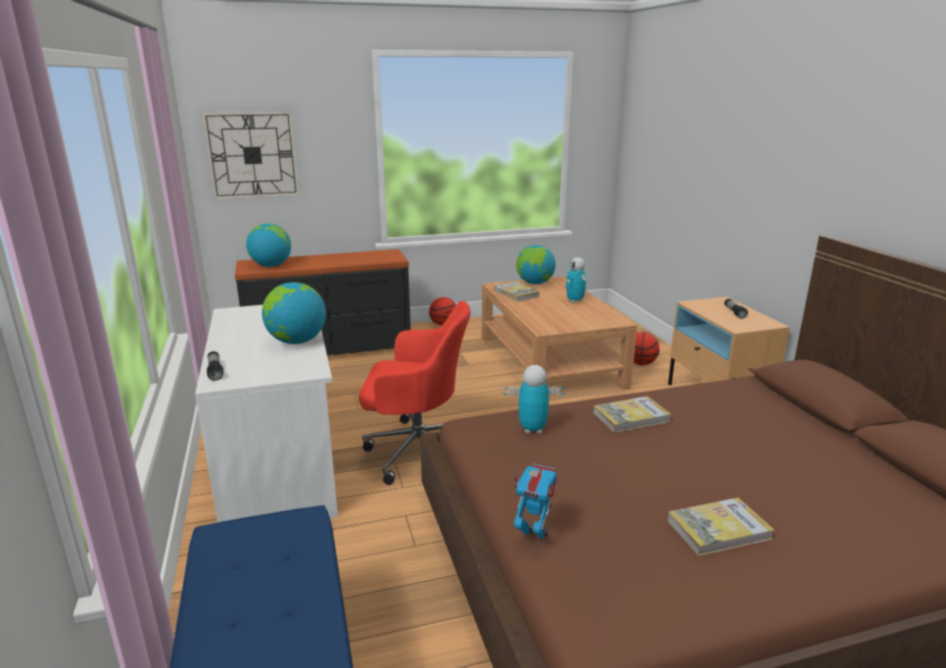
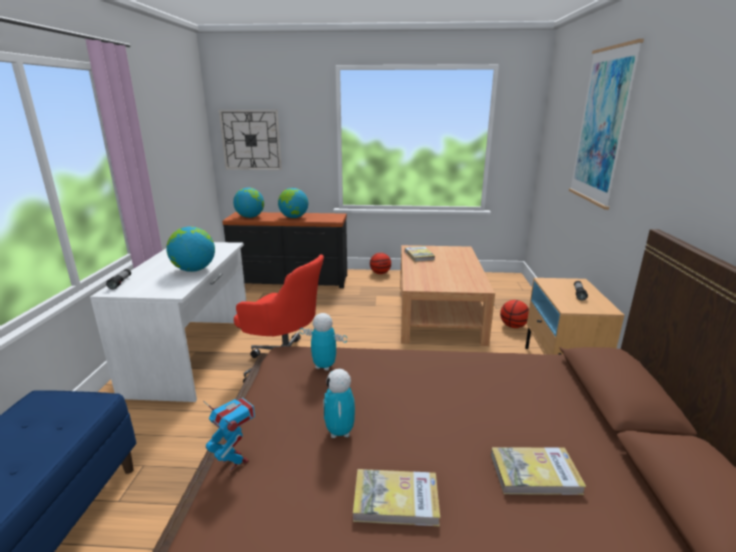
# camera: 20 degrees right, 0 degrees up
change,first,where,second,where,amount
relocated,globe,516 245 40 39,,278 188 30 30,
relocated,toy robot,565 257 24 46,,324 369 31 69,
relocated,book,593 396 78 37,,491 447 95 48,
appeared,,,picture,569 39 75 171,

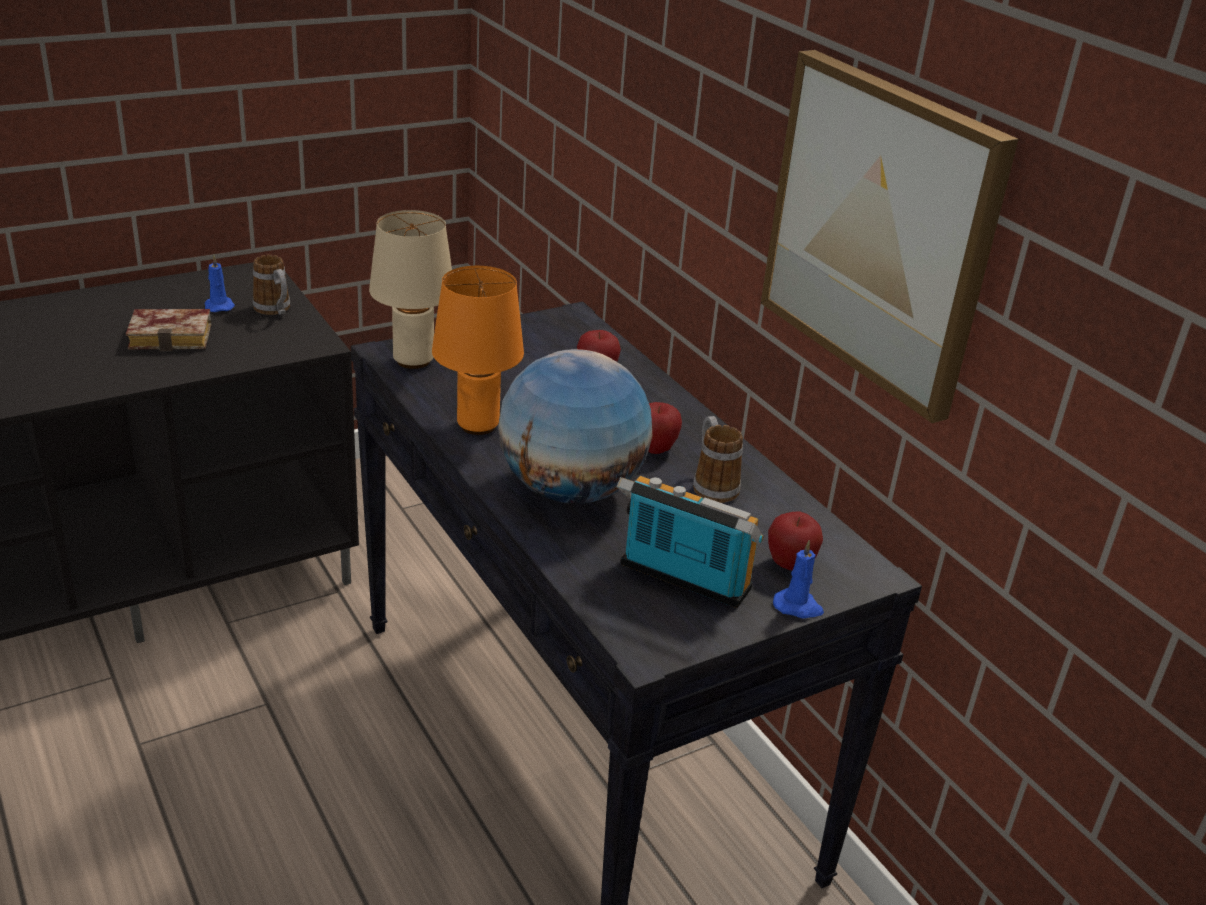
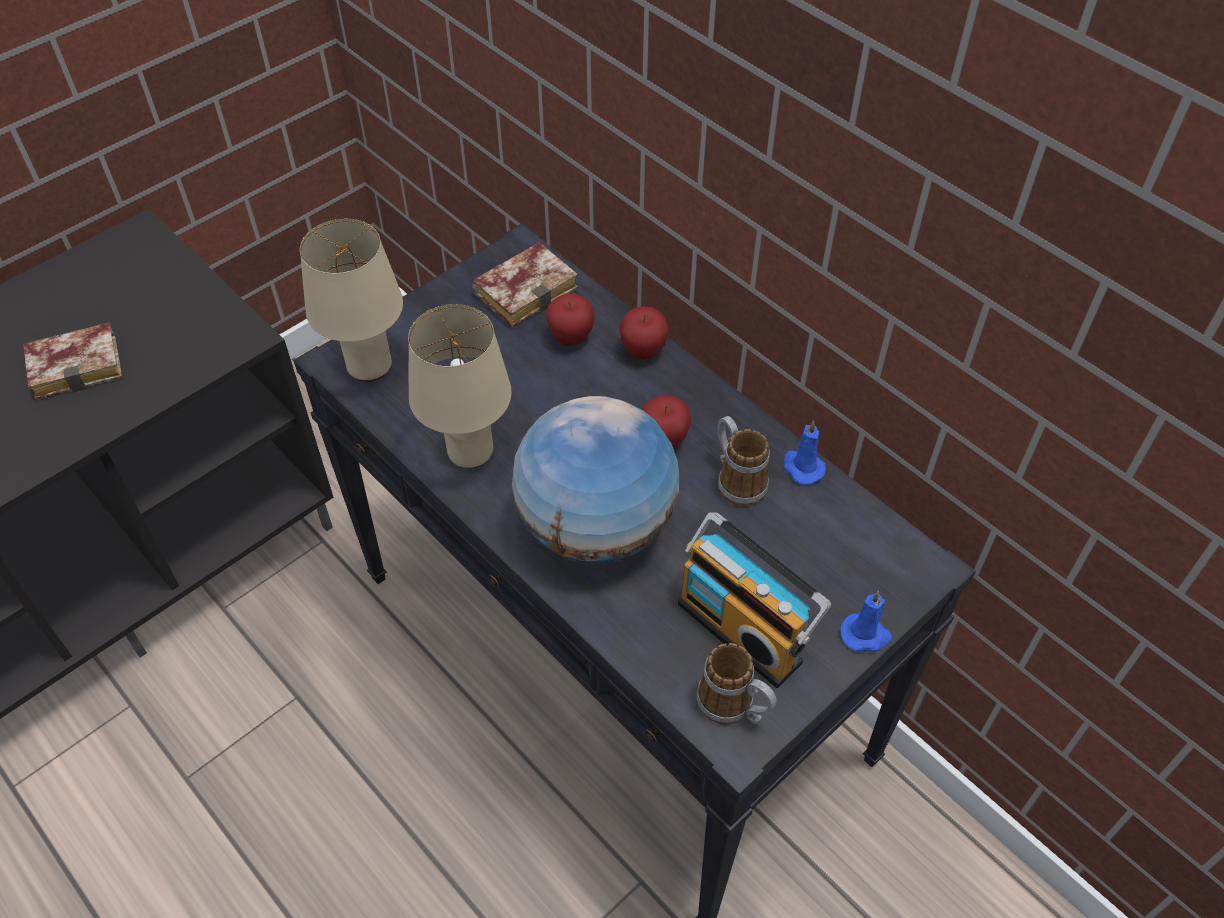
# camera: 10 degrees left, 20 degrees up
change,first,where,second,where,amount
missing,picture,761 50 258 373,,,
relocated,blue candle,205 255 30 57,,783 420 43 65,
relocated,mug,253 255 37 60,,697 643 80 82,
colour,orange table lamp,432 266 92 169,beige table lamp,408 304 103 165,
spun,radio,616 476 147 132,,677 512 154 176,150 degrees counterclockwise
relocated,apple,768 511 55 59,,619 306 50 53,
appeared,,,book,472 242 106 86,

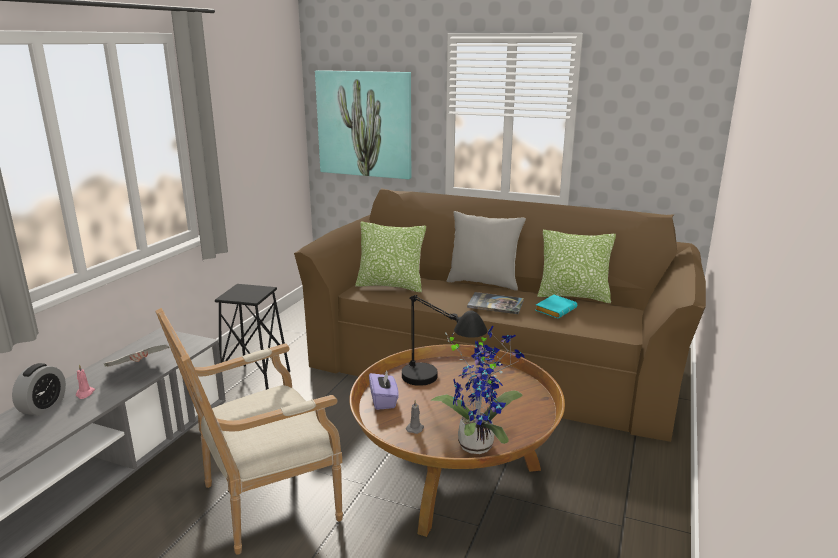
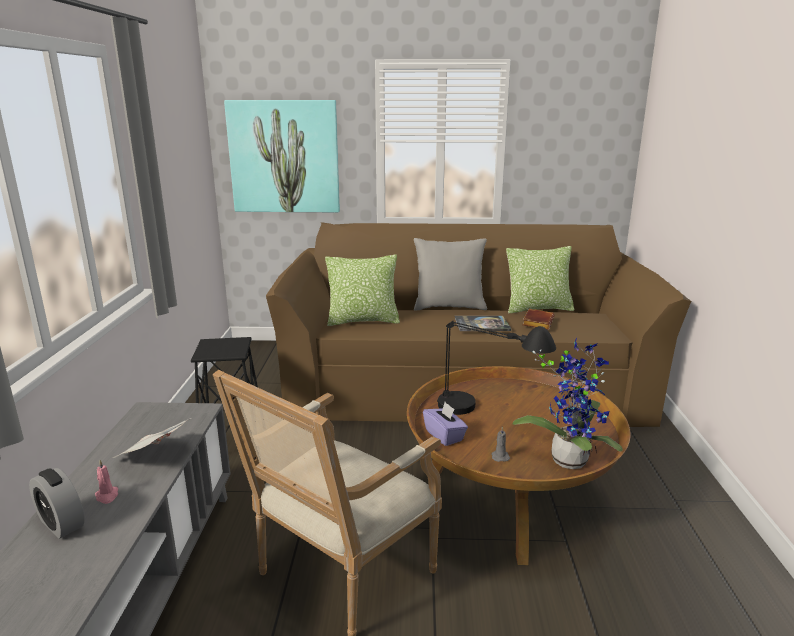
# camera: 20 degrees left, 0 degrees up
change,first,where,second,where,amount
colour,turquoise book,535 295 42 23,brown book,522 309 32 21,
spun,alarm clock,12 363 54 53,,29 468 56 71,135 degrees clockwise

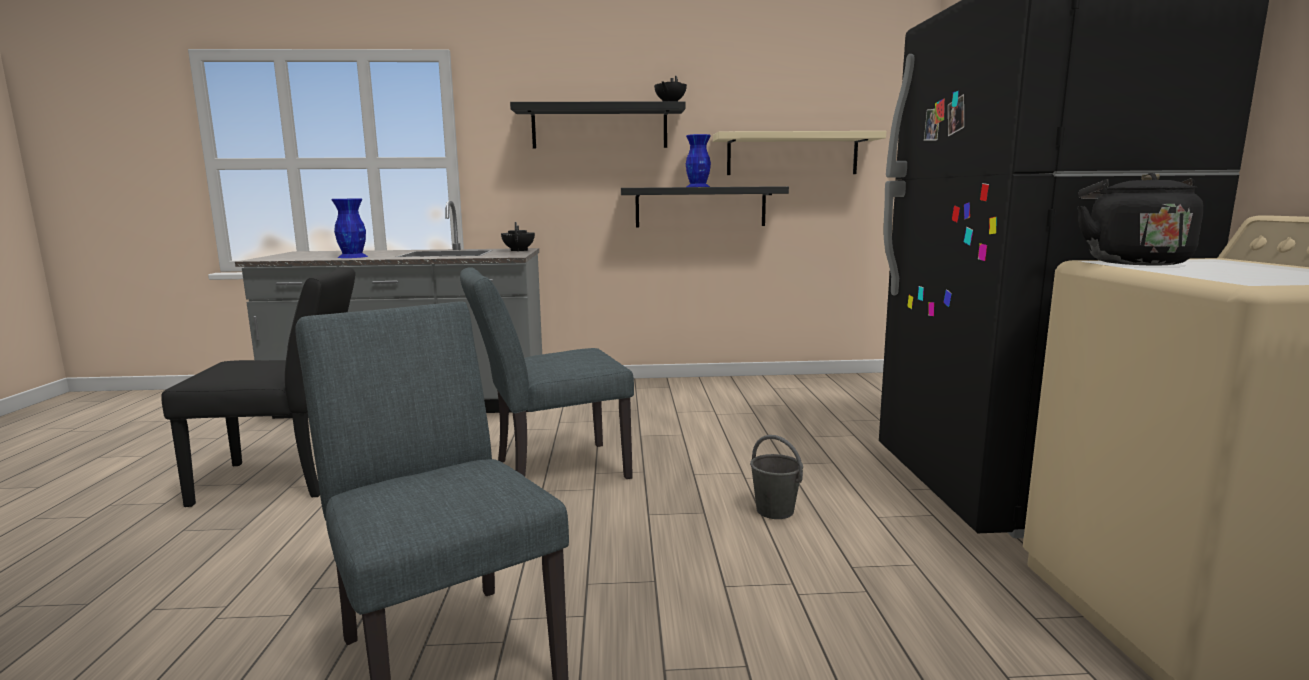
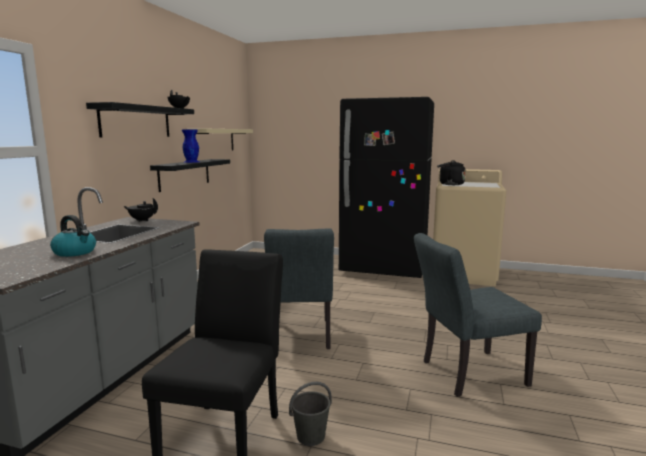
# camera: 70 degrees left, 0 degrees up
change,first,where,second,where,amount
exchanged,blue vase,332 199 36 59,kettle,50 215 46 42,
relocated,grey bucket,750 435 53 84,,289 382 43 64,

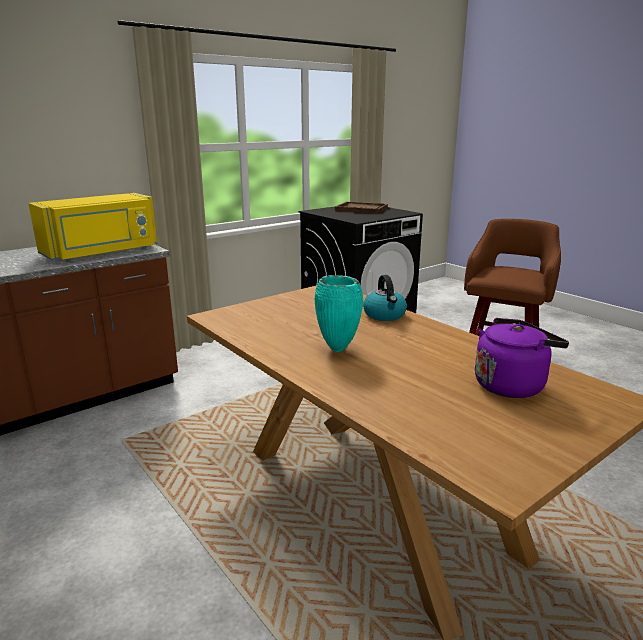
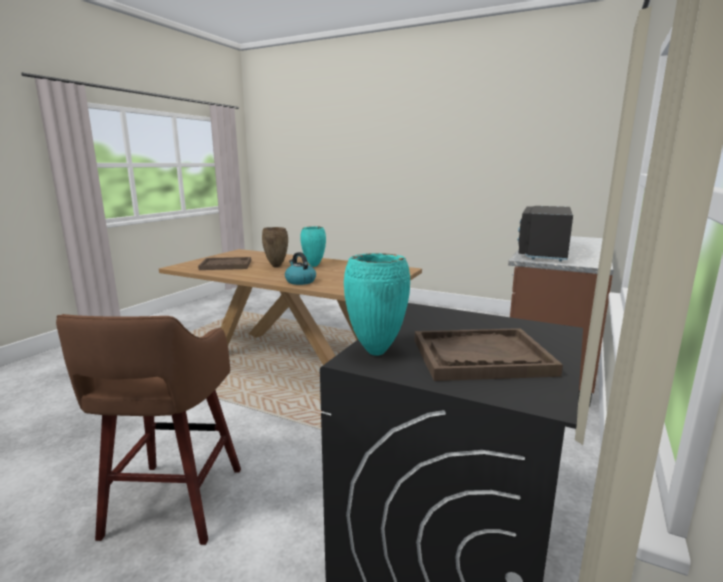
# camera: 155 degrees right, 5 degrees down
change,first,where,second,where,amount
colour,yellow microwave,28 193 129 68,black microwave,518 206 55 55,
exchanged,purple kettle,475 318 94 80,brown tray,198 257 53 13,
appeared,,,brown vase,262 227 26 40,
appeared,,,turquoise vase,344 253 66 103,

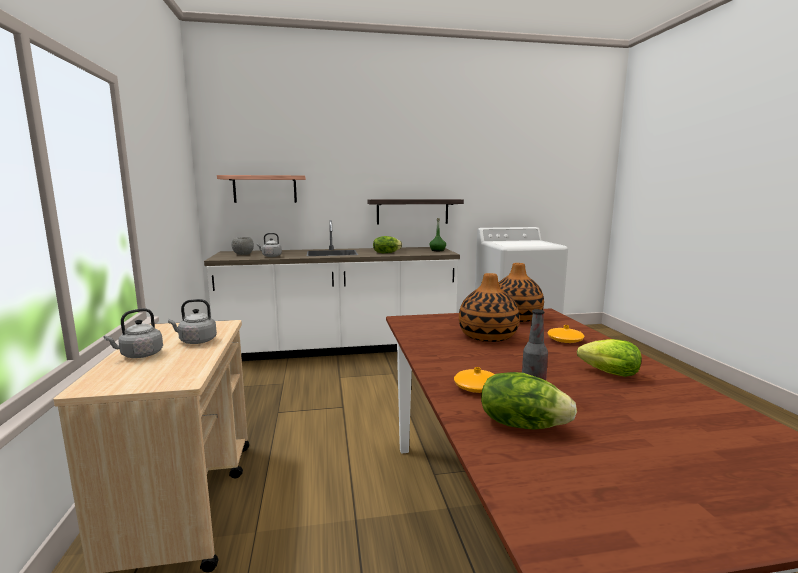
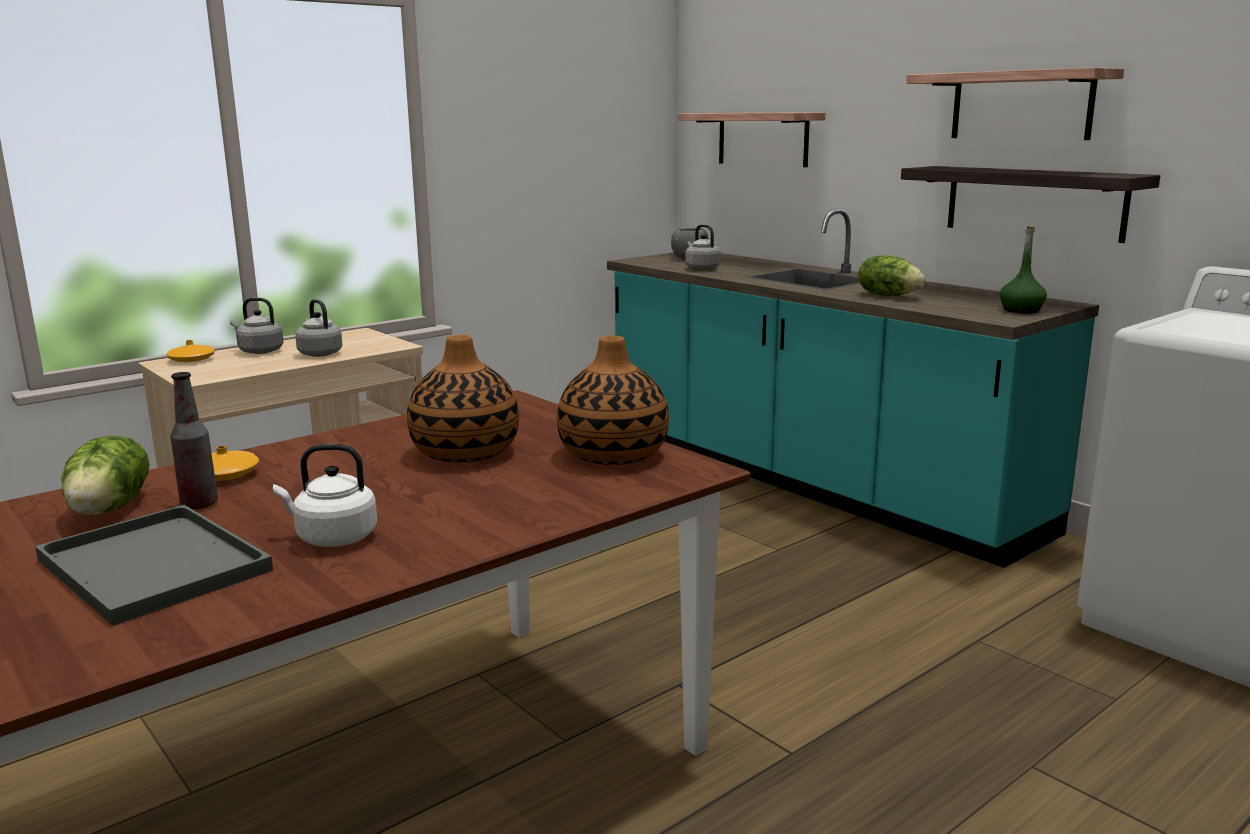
# camera: 60 degrees right, 5 degrees up
change,first,where,second,where,amount
colour,white counter,204 220 256 141,turquoise counter,607 208 492 360,
relocated,orange vase,547 325 37 18,,166 340 49 22,
exchanged,lettuce,577 339 65 38,white kettle,273 444 104 103,
appeared,,,shelf,906 67 218 73,
appeared,,,grey tray,35 505 238 121,

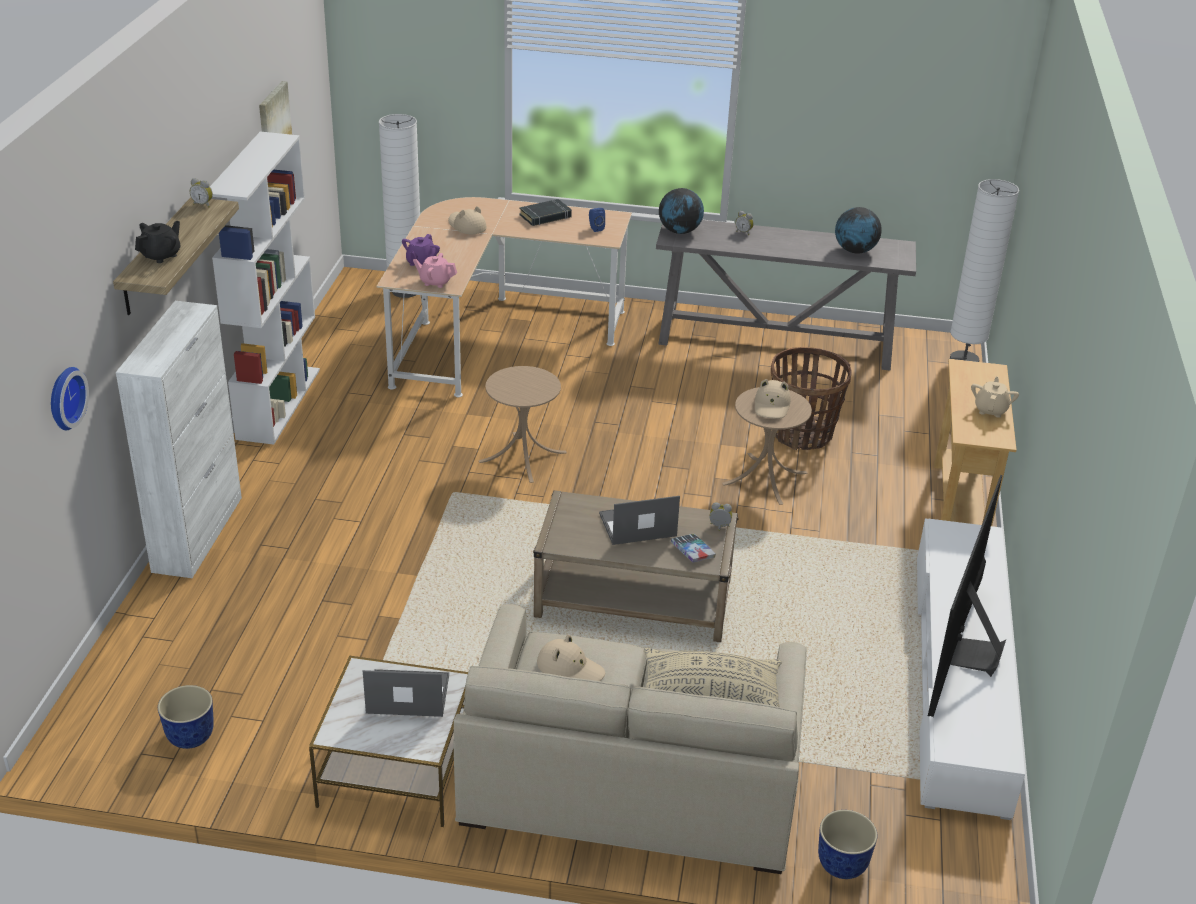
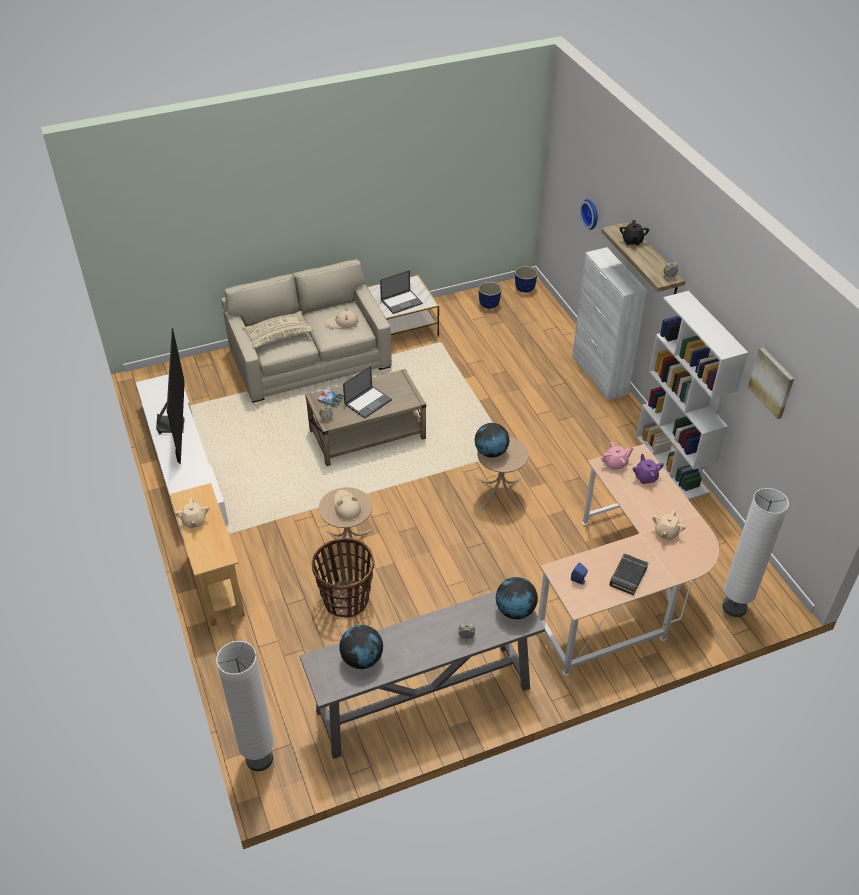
# camera: 150 degrees right, 10 degrees up
change,first,where,second,where,amount
exchanged,beige hat,448 206 39 28,beige teapot,652 510 34 31,
relocated,planter,818 810 59 69,,515 266 23 27,
appeared,,,globe,475 423 34 35,

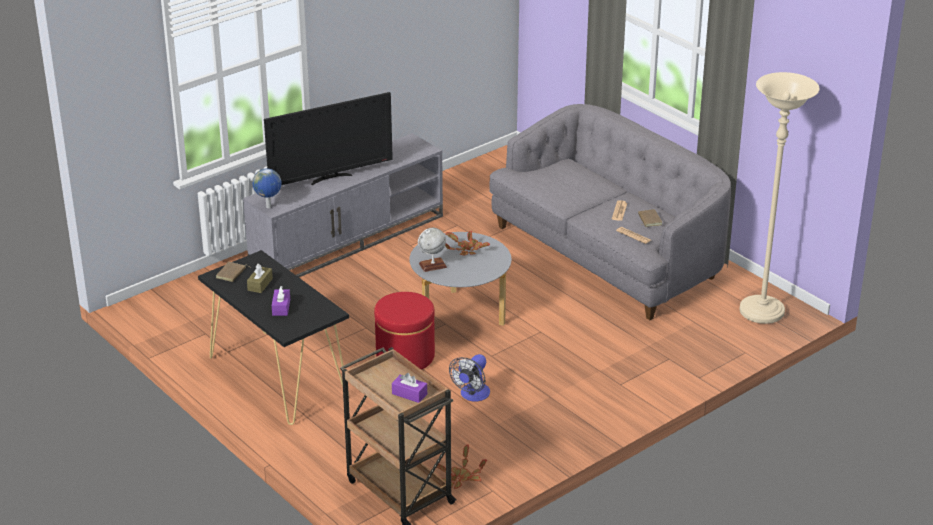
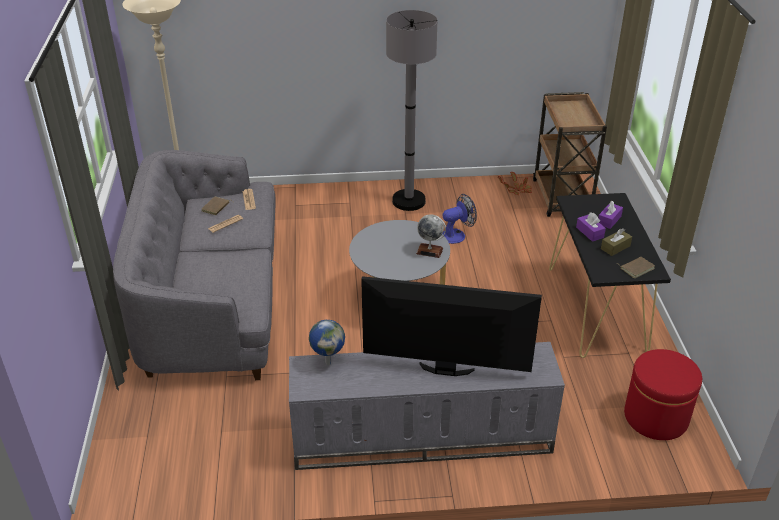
# camera: 145 degrees left, 5 degrees up
change,first,where,second,where,amount
relocated,globe,252 168 30 40,,309 320 36 45,
missing,potted plant,445 231 45 24,,,
relocated,red ottoman,374 292 61 78,,624 349 78 91,
relocated,purple tissue box,392 373 35 30,,576 212 30 30,
appeared,,,grey floor lamp,386 10 52 201,

